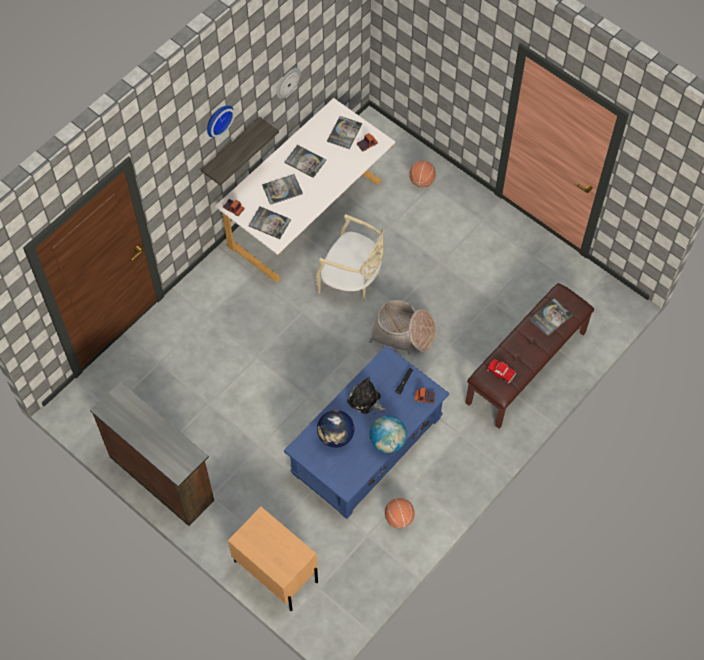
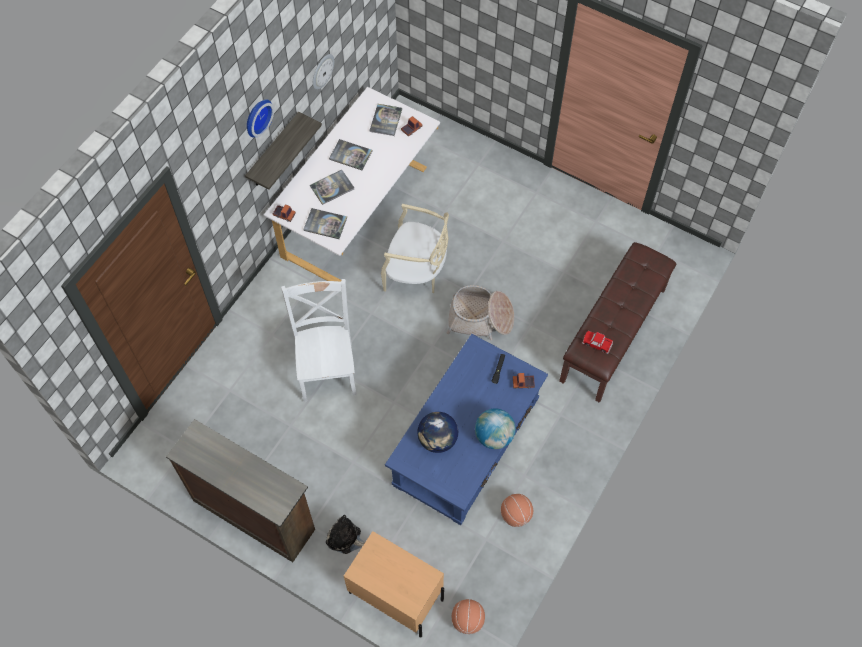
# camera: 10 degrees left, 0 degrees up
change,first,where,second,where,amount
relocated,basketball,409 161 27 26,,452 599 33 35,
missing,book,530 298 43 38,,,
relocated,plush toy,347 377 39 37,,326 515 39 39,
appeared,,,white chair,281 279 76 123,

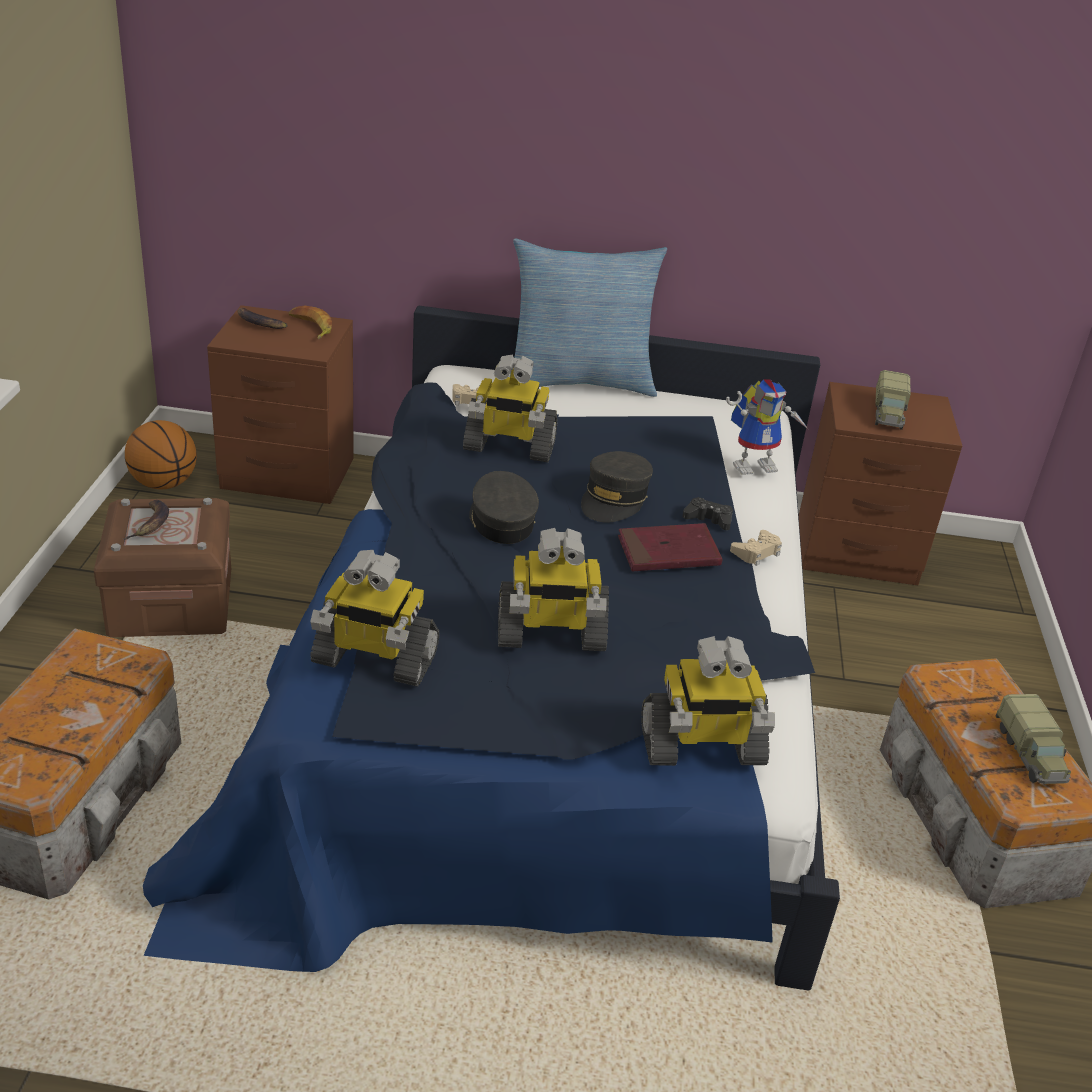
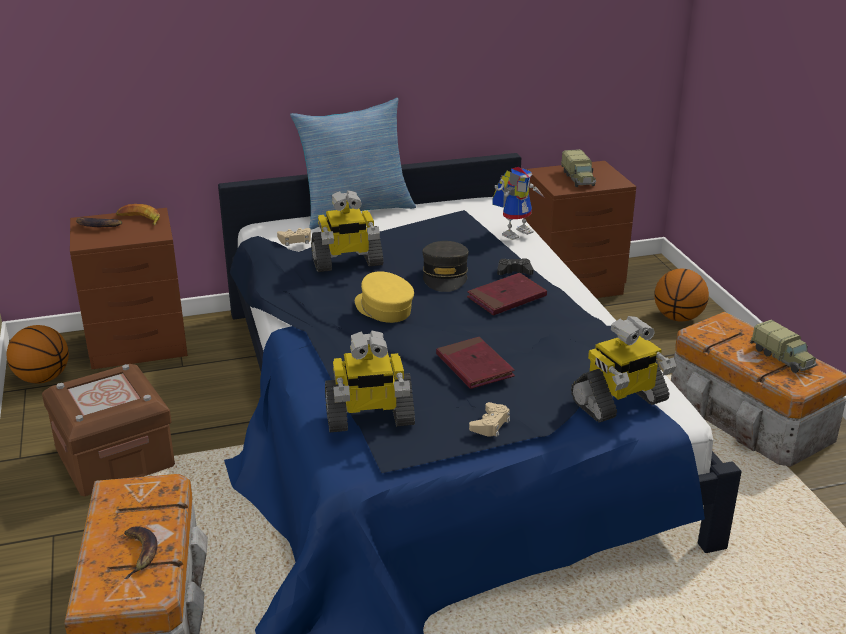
# camera: 20 degrees left, 5 degrees down
change,first,where,second,where,amount
colour,grey cap,469 471 70 73,yellow cap,355 271 59 52,
relocated,banana,123 500 46 40,,124 526 34 53,
exchanged,toy robot,498 528 111 123,red book,436 337 79 52,
relocated,beige game controller,730 530 52 36,,469 402 41 35,
appeared,,,basketball,654 269 55 52,

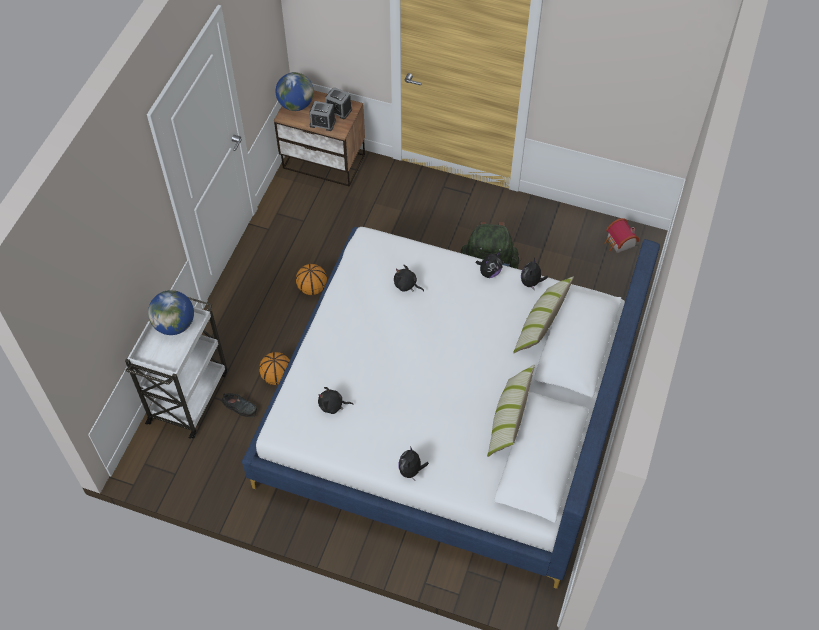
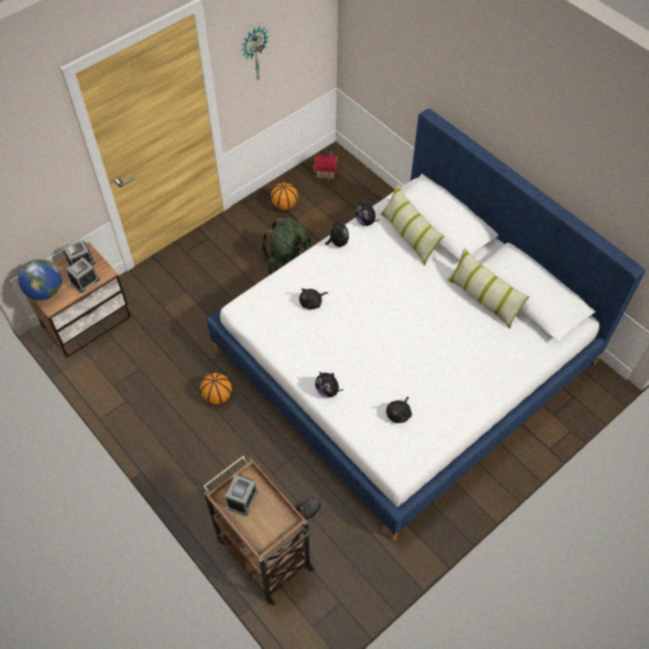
# camera: 60 degrees left, 0 degrees up
change,first,where,second,where,amount
exchanged,globe,148 290 46 45,alarm clock,225 474 33 42,
colour,white cart,125 297 102 142,brown cart,203 455 112 151,
relocated,basketball,259 352 31 33,,271 182 27 28,
relocated,plush toy,398 446 31 35,,315 371 28 27,
appeared,,,wall clock,241 26 29 55,

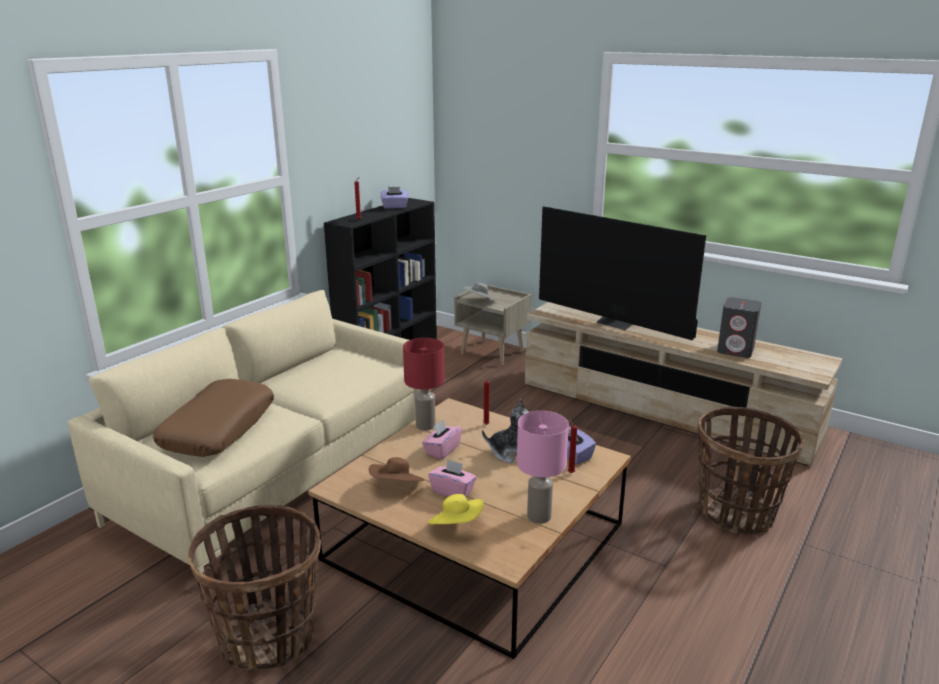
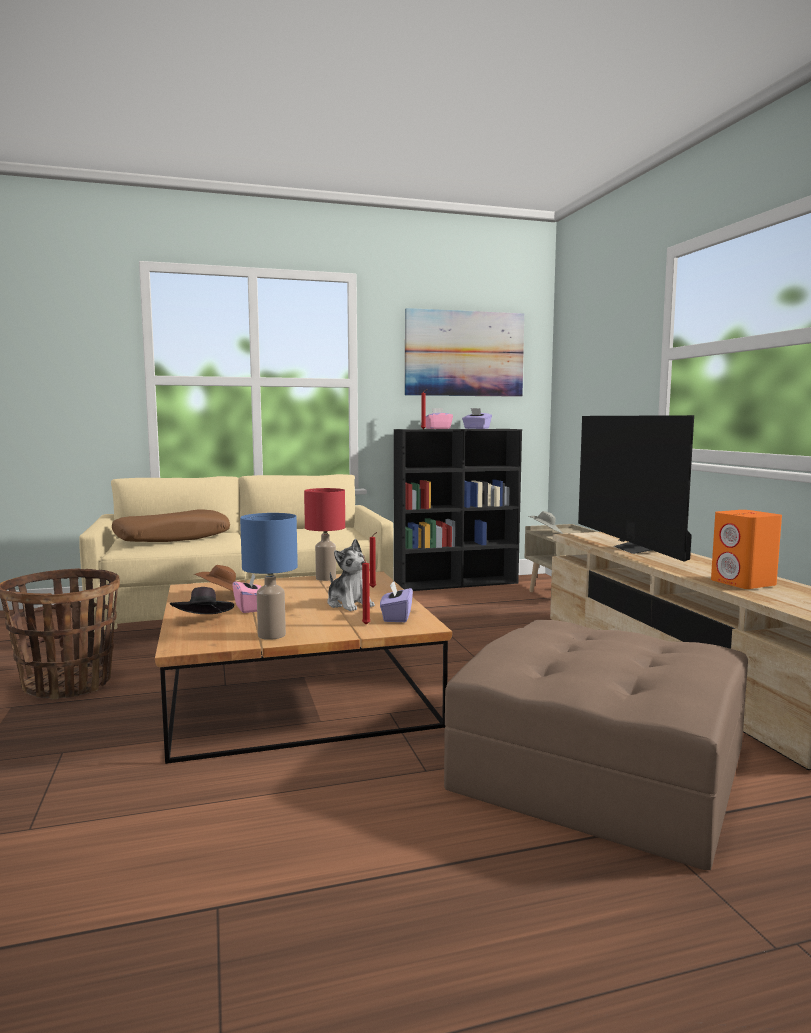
# camera: 40 degrees right, 15 degrees down
change,first,where,second,where,amount
colour,grey speaker,717 297 44 61,orange speaker,711 510 71 79,
exchanged,basket,697 407 107 128,brown ottoman,444 620 304 250,
colour,pink table lamp,517 411 52 113,blue table lamp,240 513 58 127,
relocated,pink tissue box,422 420 40 39,,425 408 28 21,
colour,yellow hat,428 494 56 31,black hat,170 587 64 27,
appeared,,,picture,405 308 119 89,

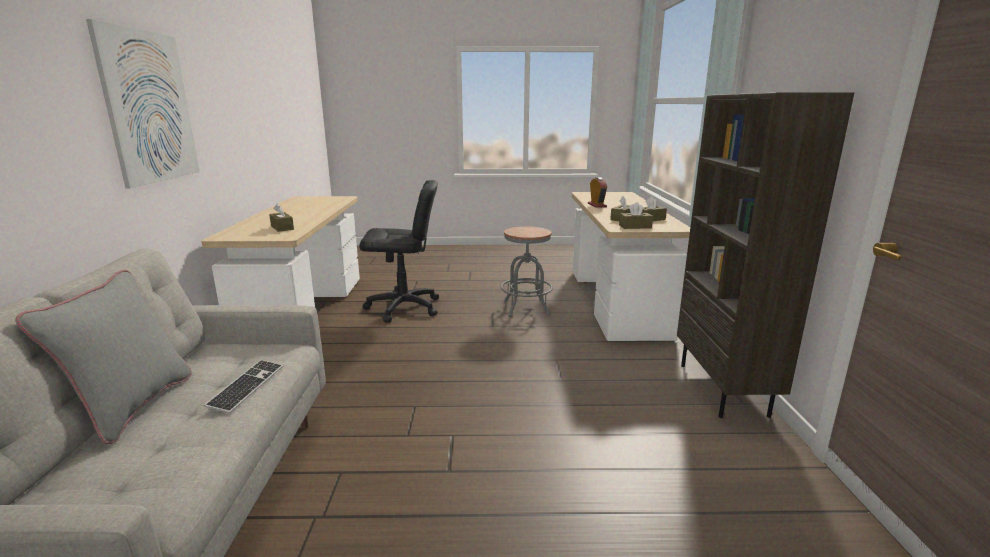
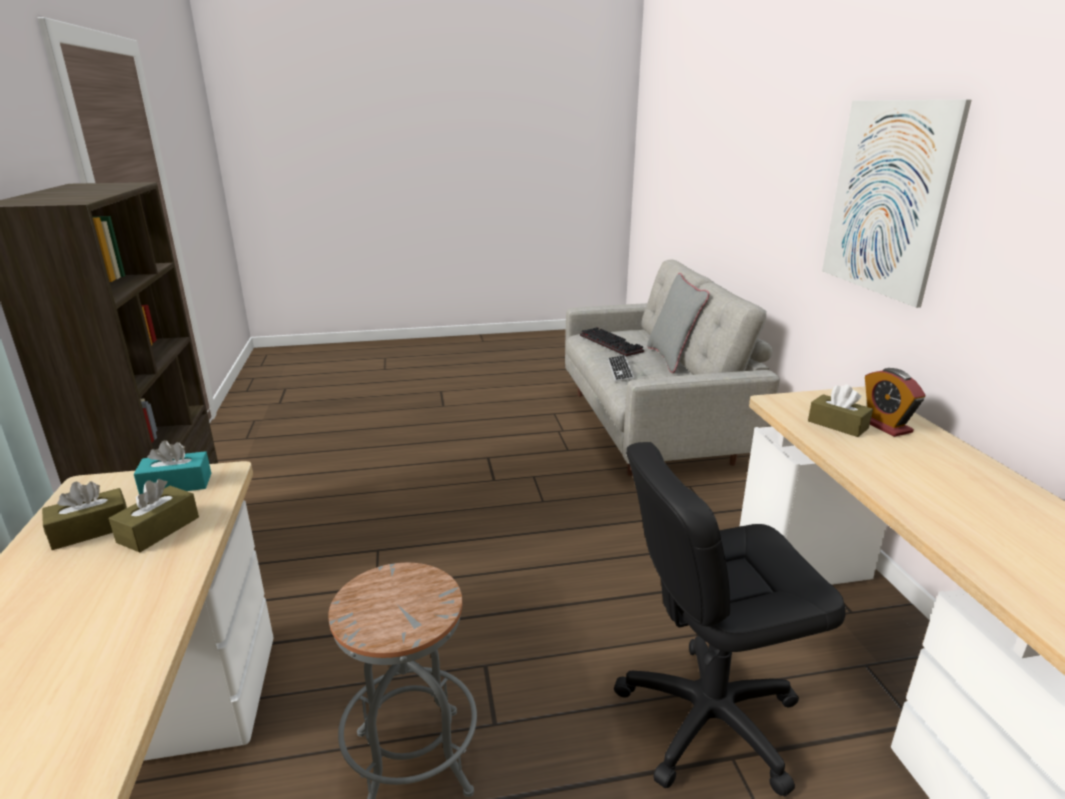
# camera: 170 degrees right, 5 degrees up
change,first,where,second,where,amount
relocated,alarm clock,588 177 19 31,,865 368 61 69,
colour,brown tissue box,619 202 34 27,turquoise tissue box,134 440 77 54,
appeared,,,keyboard,580 327 64 30,

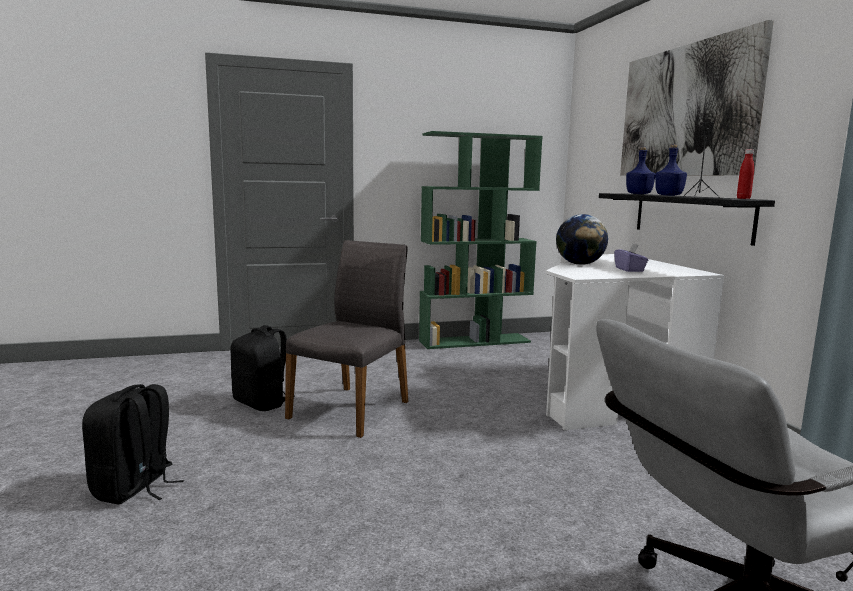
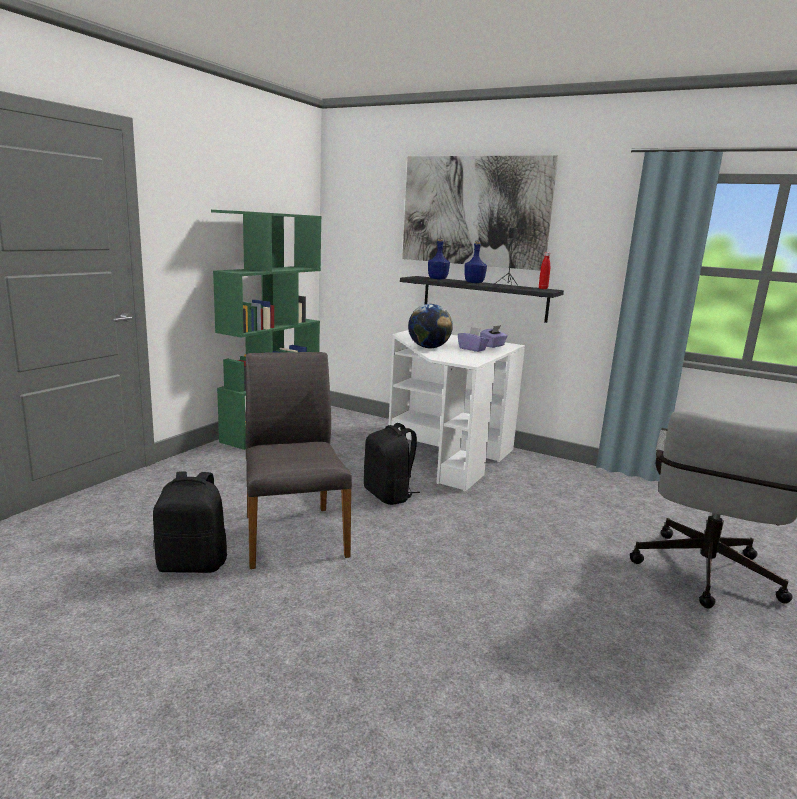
# camera: 45 degrees left, 5 degrees up
change,first,where,second,where,amount
relocated,black backpack,82 384 102 120,,364 423 56 82,
appeared,,,purple tissue box,480 325 28 23,

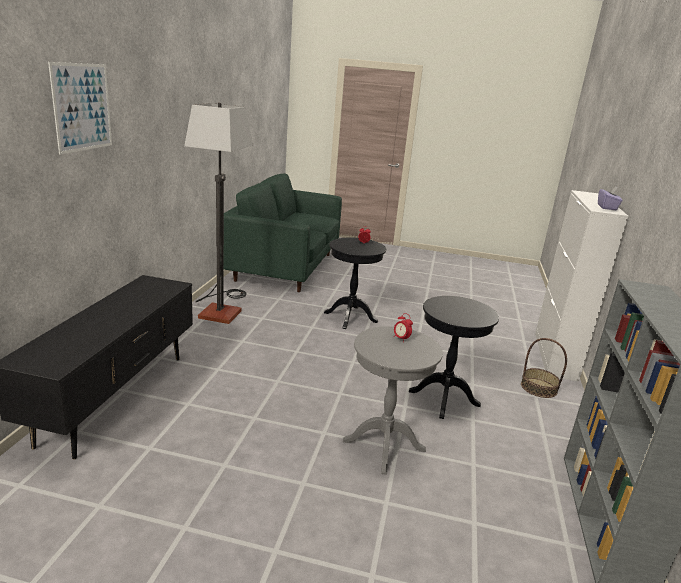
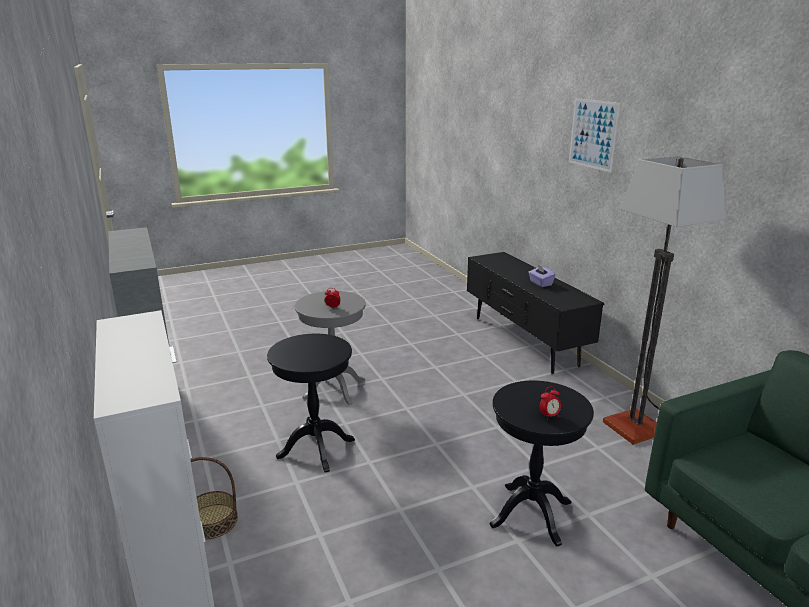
# camera: 145 degrees right, 0 degrees up
change,first,where,second,where,amount
relocated,purple tissue box,598 186 25 24,,528 264 27 23,

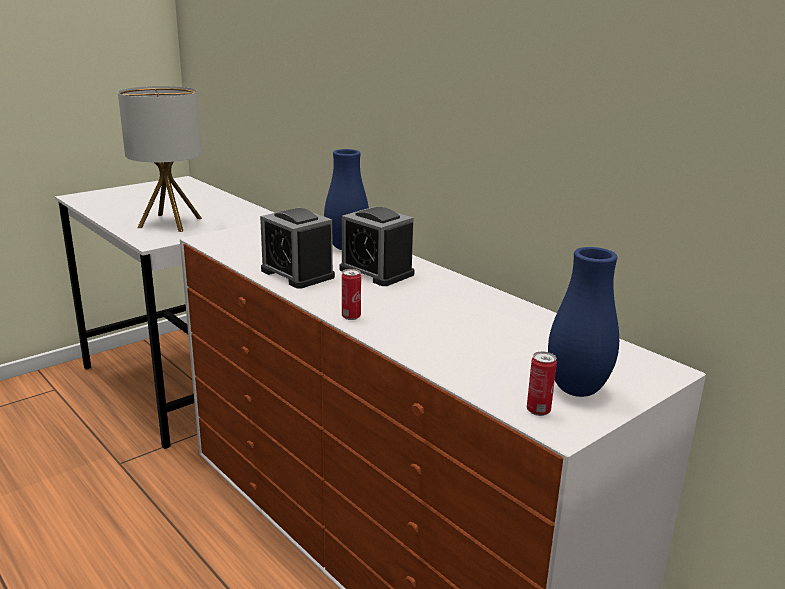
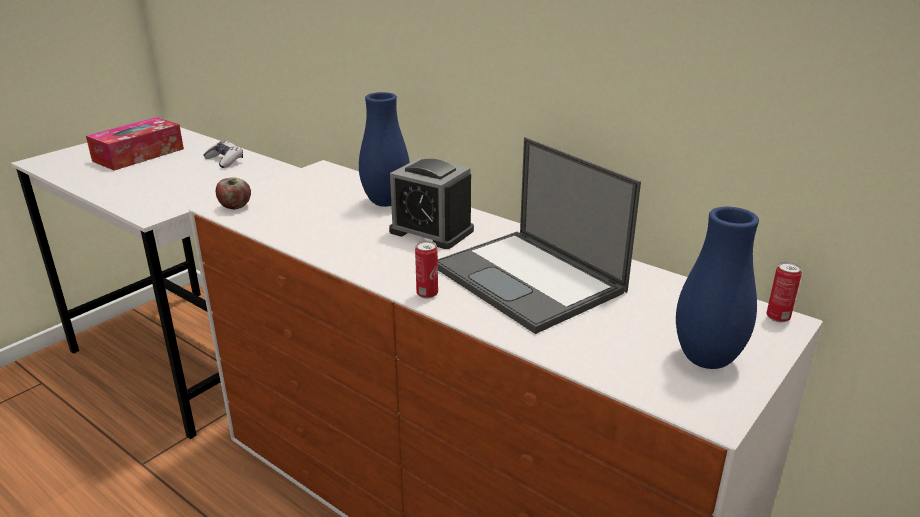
# camera: 10 degrees left, 5 degrees up
change,first,where,second,where,amount
missing,table lamp,118 86 84 146,,,
missing,alarm clock,260 208 75 81,,,
relocated,can,527 351 30 65,,766 262 36 61,
appeared,,,tissue box,86 117 98 54,
appeared,,,laptop,438 137 203 197,
appeared,,,game controller,203 141 40 27,
appeared,,,apple,216 177 35 32,

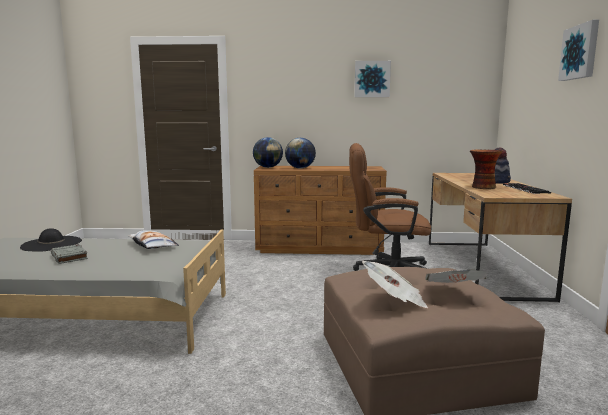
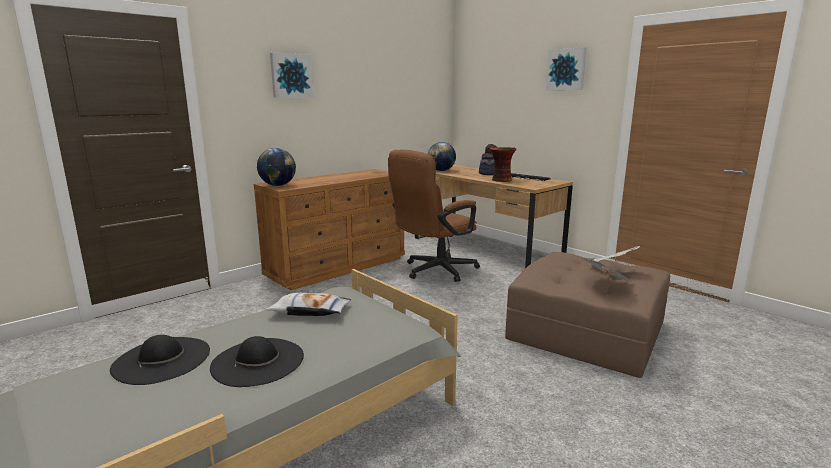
# camera: 45 degrees left, 5 degrees up
change,first,where,second,where,amount
relocated,picture,354 61 37 36,,270 52 43 46,
relocated,globe,285 138 31 30,,428 142 28 29,
exchanged,grey book,51 244 37 20,black hat,210 336 94 51,

